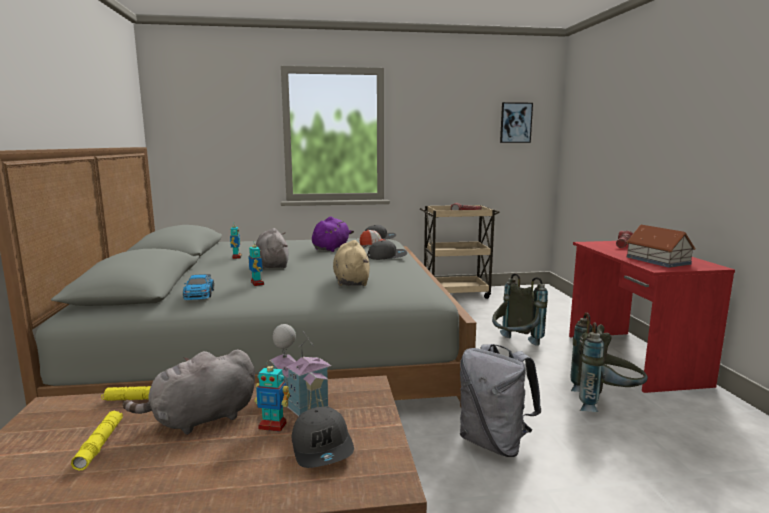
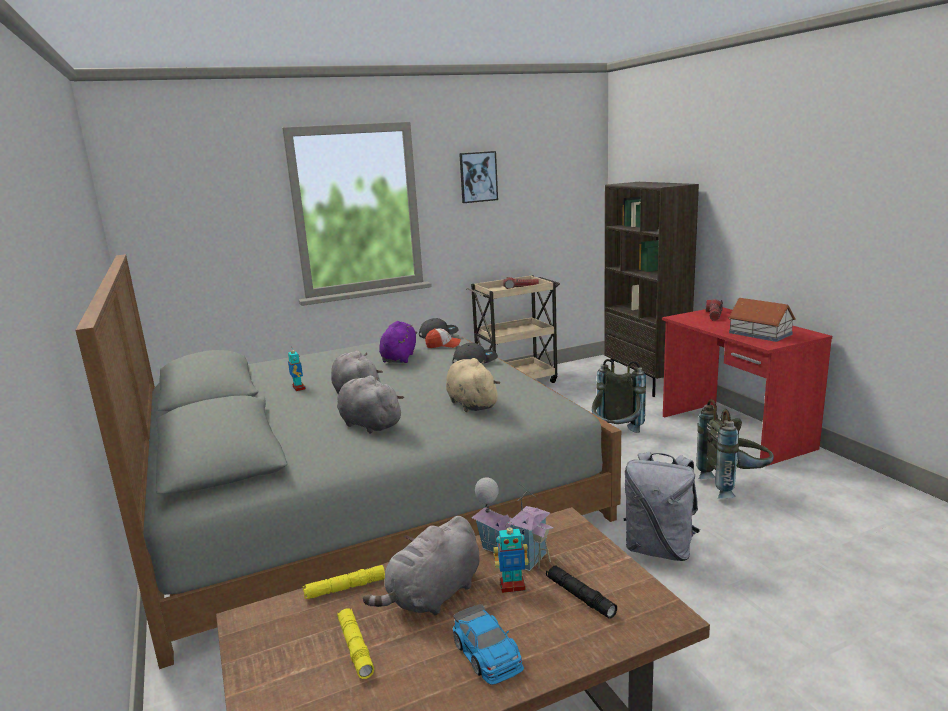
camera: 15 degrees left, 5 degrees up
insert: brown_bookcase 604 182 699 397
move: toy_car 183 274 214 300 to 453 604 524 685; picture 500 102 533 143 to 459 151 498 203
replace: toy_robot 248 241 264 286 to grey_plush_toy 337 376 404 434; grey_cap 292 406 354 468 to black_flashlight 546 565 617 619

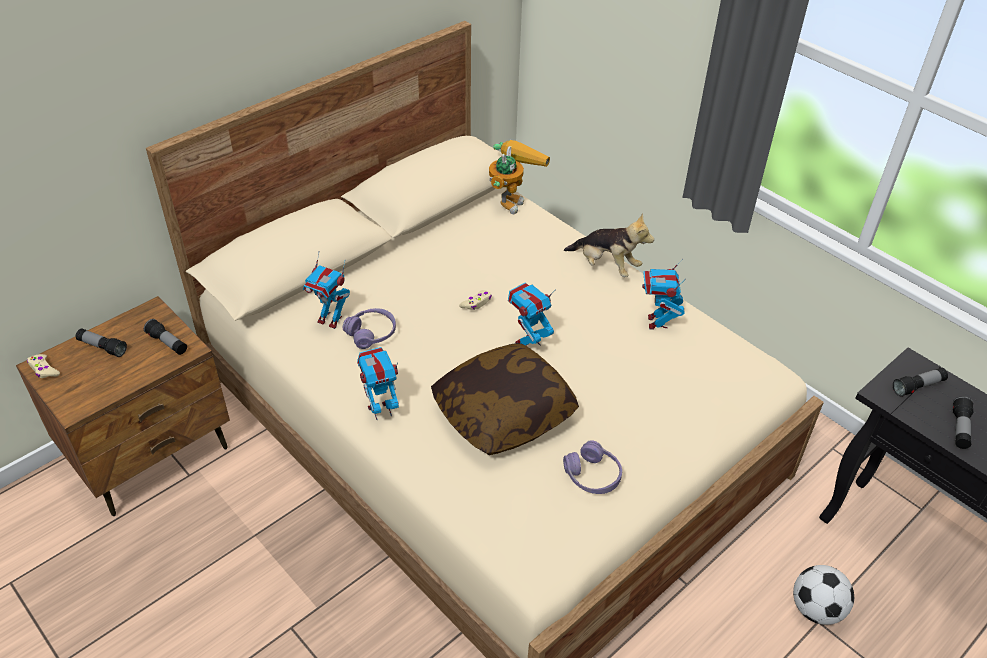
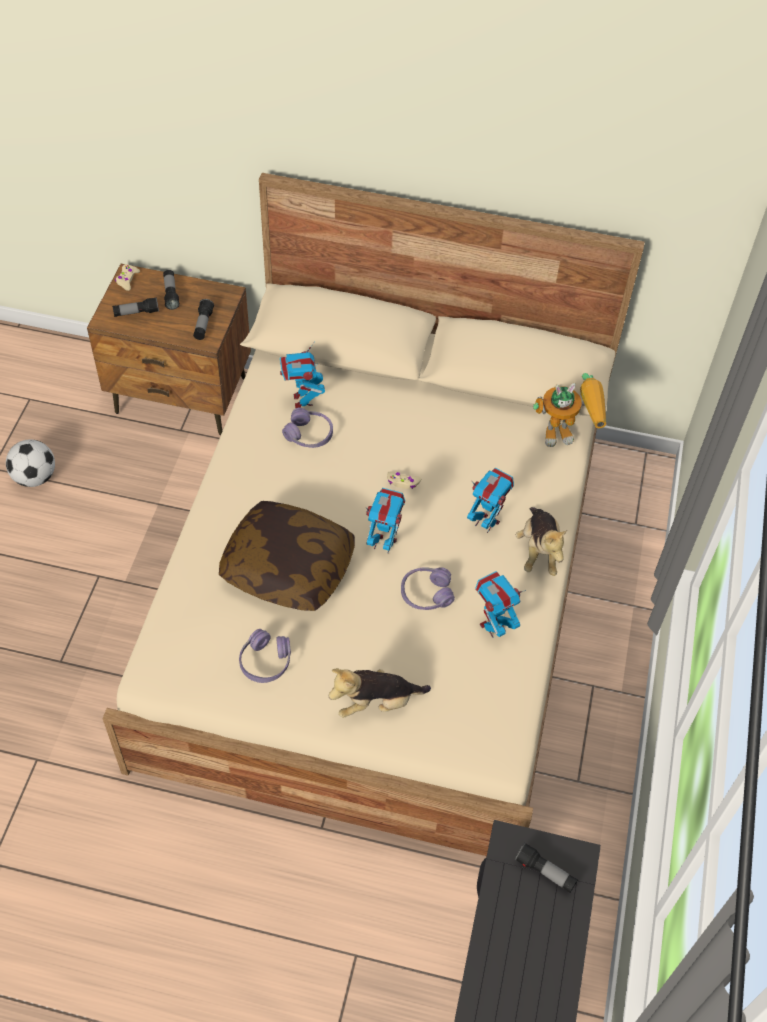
camera: 55 degrees right, 10 degrees up
insert: plush_toy 329 668 431 718; purple_headphones 401 567 455 610
move: football 793 565 854 625 to 6 439 55 487; flashlight 953 396 974 449 to 112 297 159 317; toy_robot 357 347 399 420 to 467 468 514 533

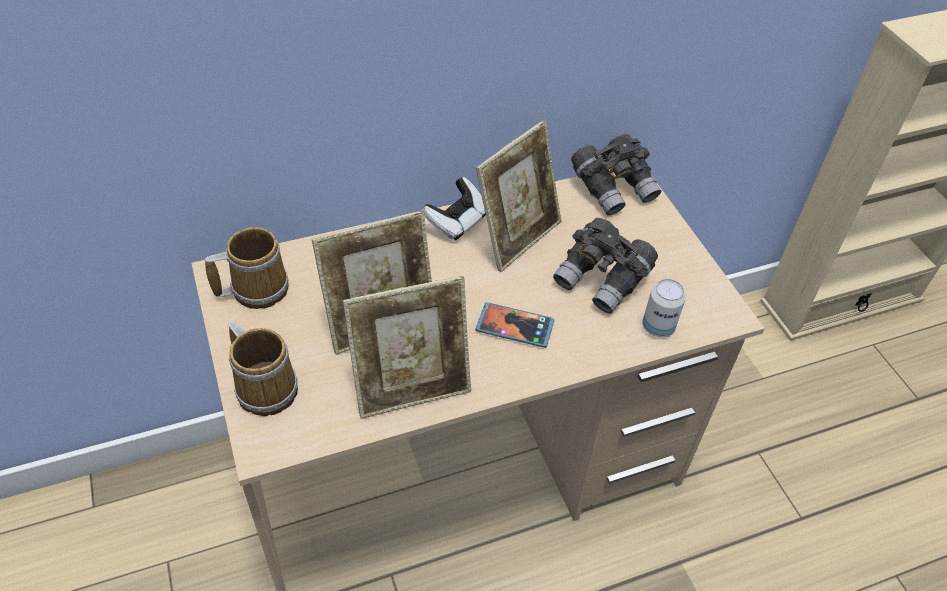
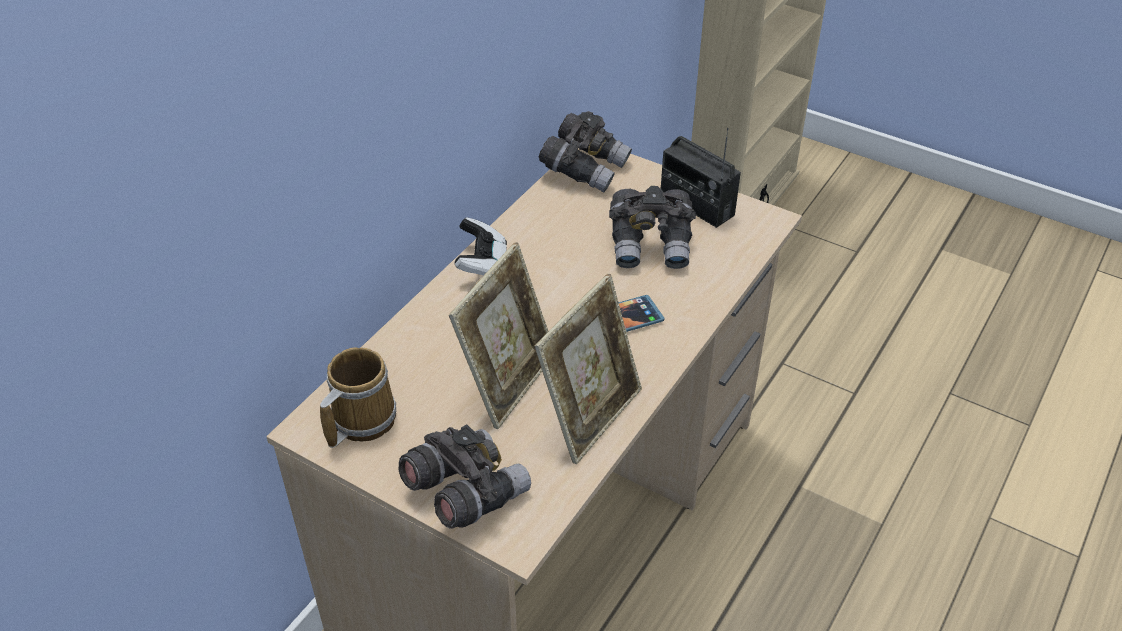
camera: 35 degrees left, 5 degrees down
delete: picture_frame 476 120 562 272; can 642 279 686 337
insert: radio 661 128 741 228
replace: mug 229 321 298 416 to grey_binoculars 398 424 531 529

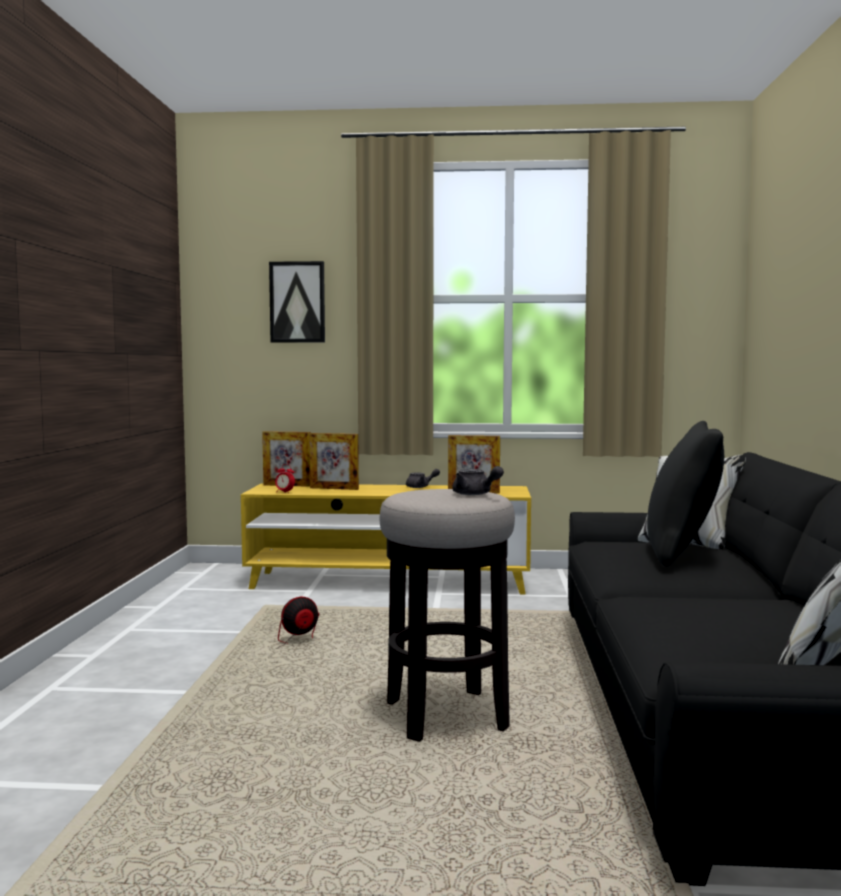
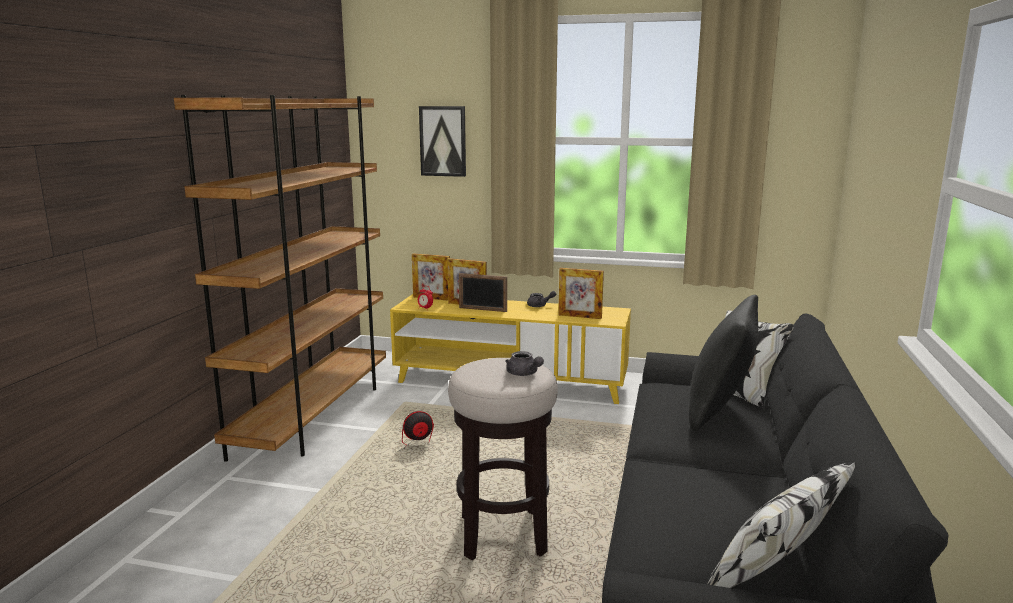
camera: 10 degrees right, 10 degrees up
insert: brown_bookcase 174 95 386 462; picture_frame 459 273 507 312

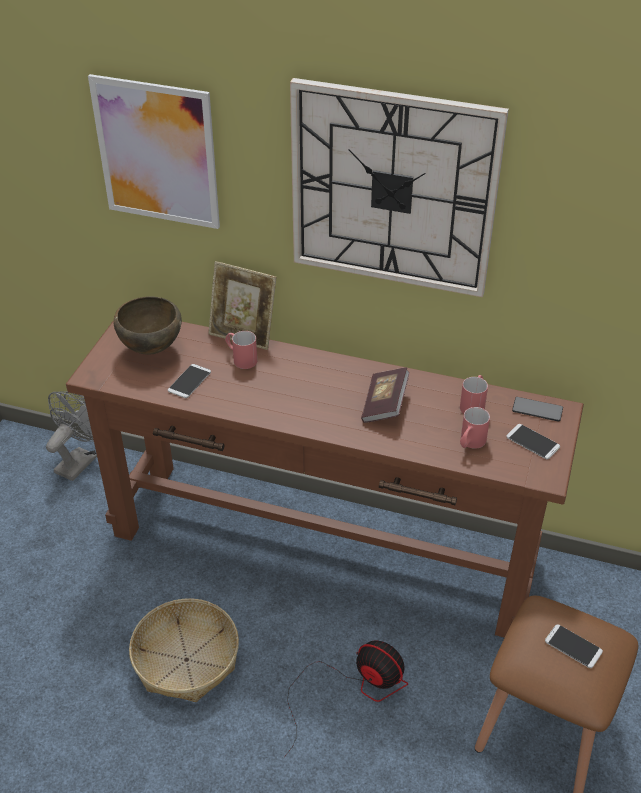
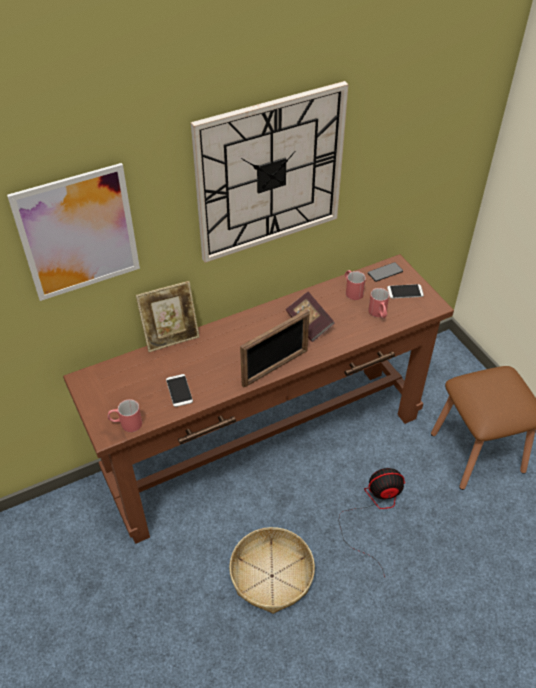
camera: 45 degrees left, 5 degrees up
delete: grey_fan 46 391 97 481; brown_bowl 114 296 182 355; phone 545 624 603 668
insert: picture_frame 240 309 310 387
move: red_mug 225 331 257 369 to 108 399 142 432

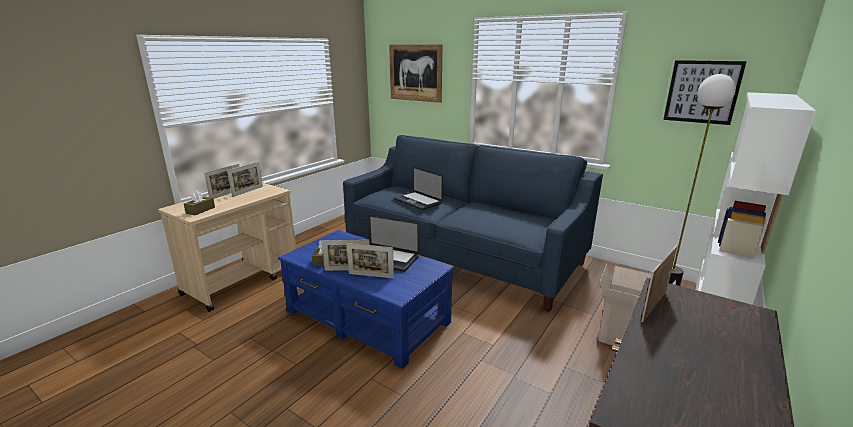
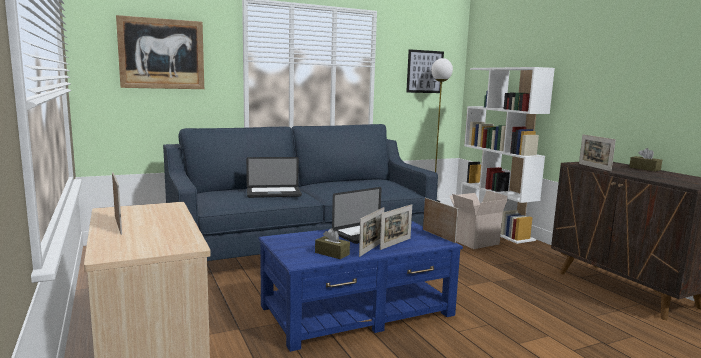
camera: 60 degrees left, 10 degrees down
move: picture_frame 227 162 263 197 to 423 198 458 243; brown_tissue_box 184 191 215 215 to 629 148 662 171

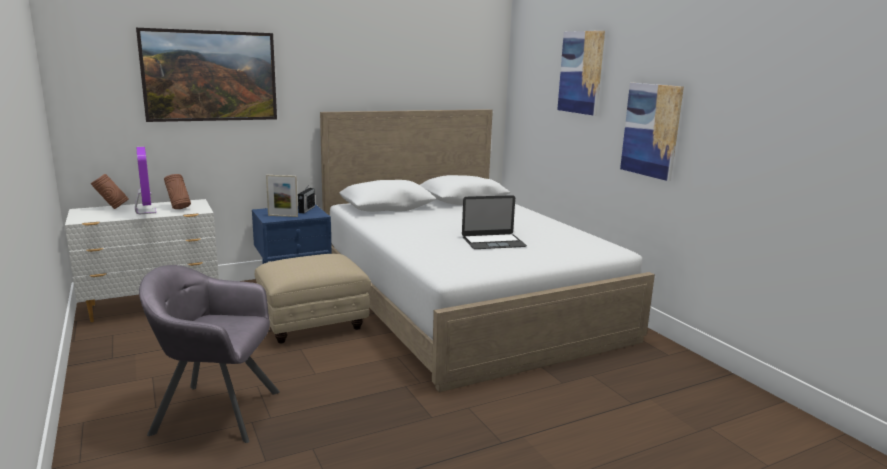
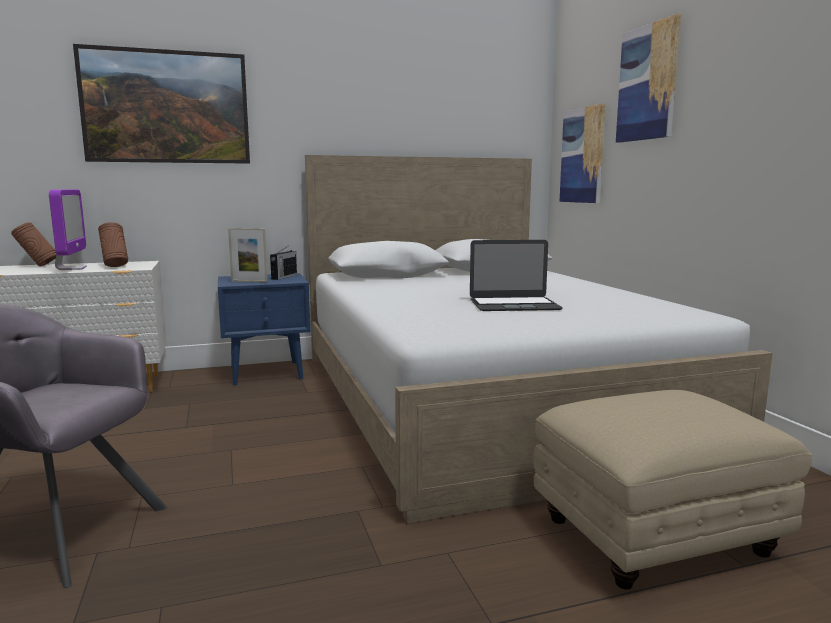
camera: 10 degrees right, 5 degrees down
move: beige_ottoman 255 254 371 344 to 533 390 812 590; picture 620 83 684 181 to 559 103 606 203

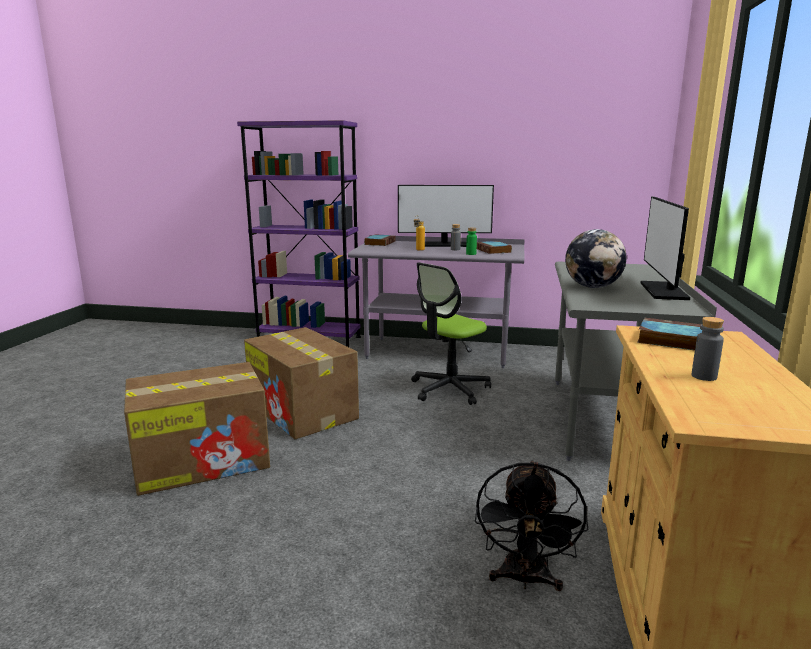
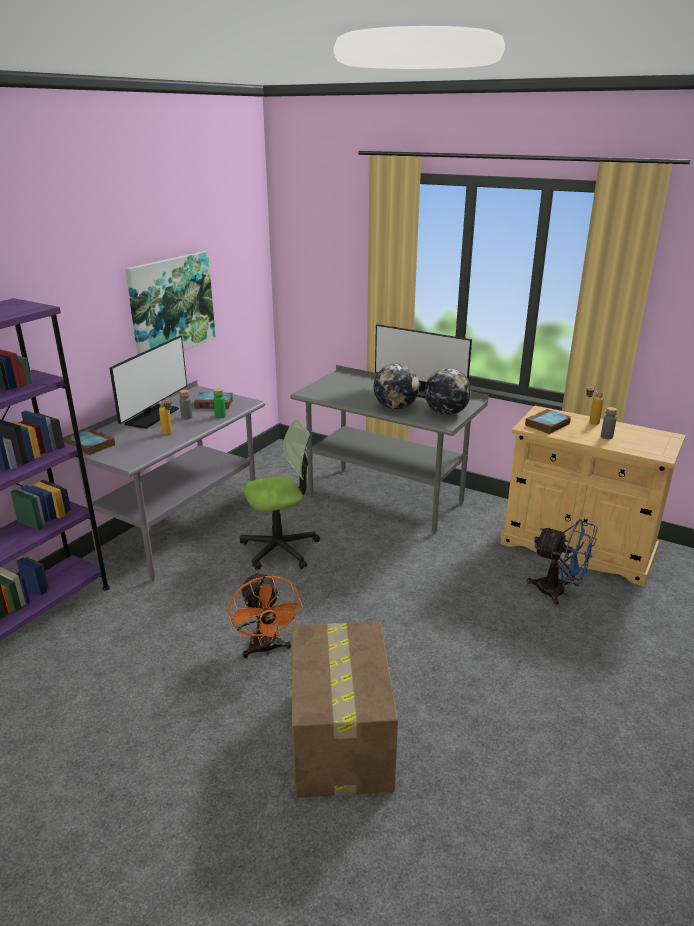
camera: 70 degrees left, 10 degrees up
insert: picture 125 251 216 355; globe 424 368 471 415; bottle 586 385 604 425
replace: cardboard_box 244 327 359 439 to orange_fan 228 572 303 658
recolor: black_fan 475 461 589 591 to blue_fan 527 519 597 605
rotate: office_chair 411 262 491 405 = 240 419 320 570 90 degrees counterclockwise

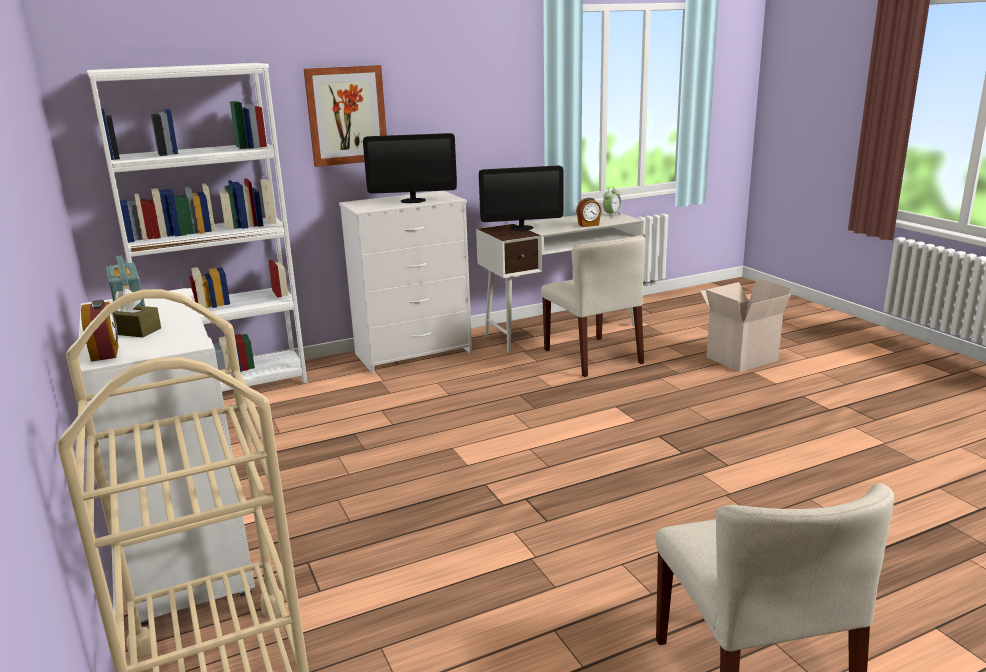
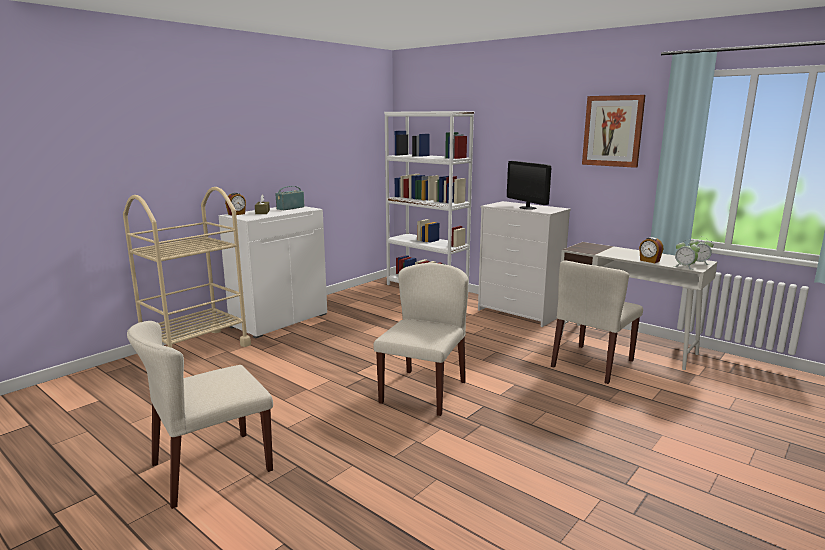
camera: 65 degrees right, 5 degrees down
delete: monitor 479 165 563 231; cardboard_box 700 278 791 372
insert: beige_chair 373 263 468 416; alarm_clock 674 242 700 270
move: picture 304 65 387 167 to 582 95 646 168

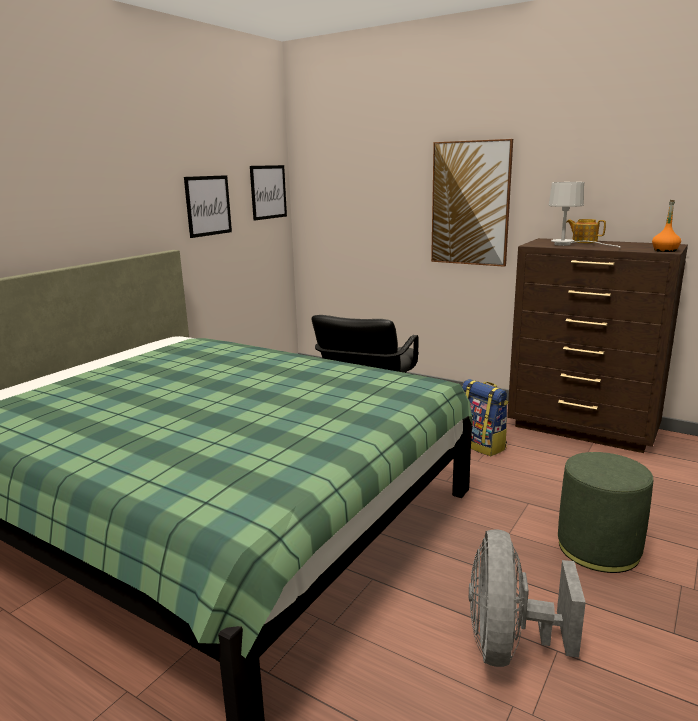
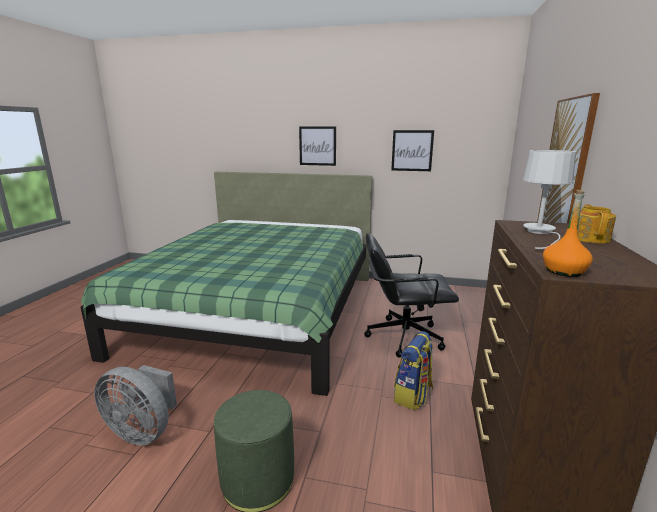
camera: 70 degrees right, 0 degrees up
move: picture 250 165 287 221 to 299 126 336 166
rotate: grey_fan 469 529 586 667 = 94 365 177 445 150 degrees counterclockwise

